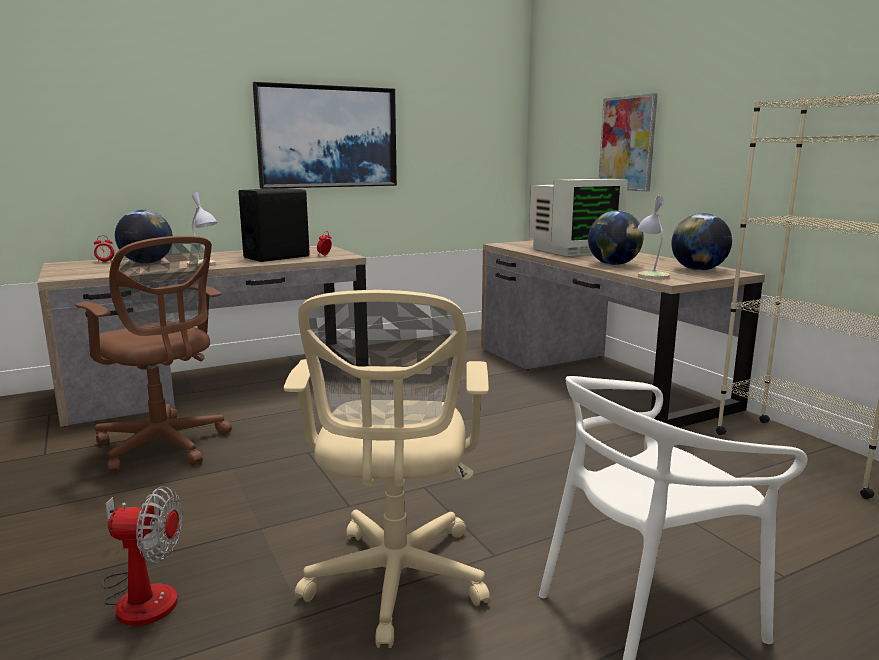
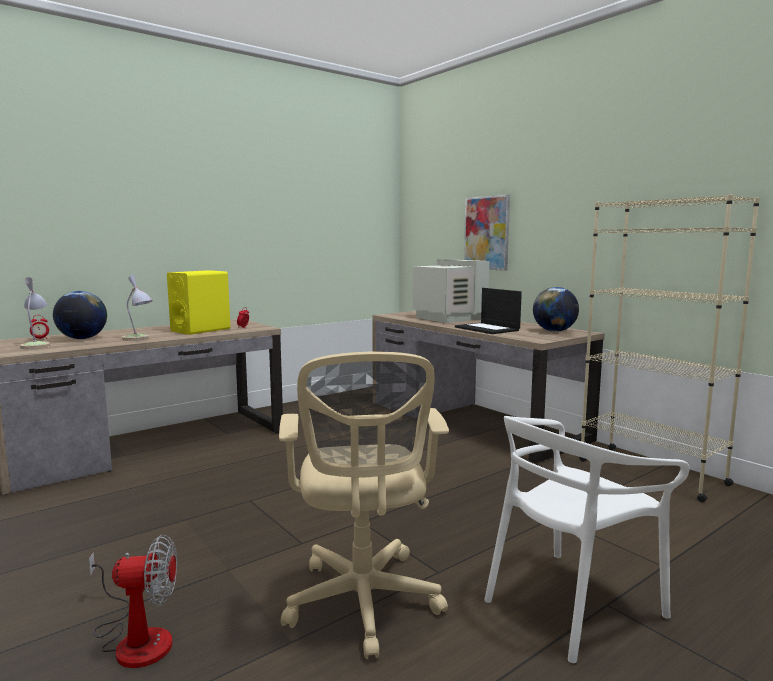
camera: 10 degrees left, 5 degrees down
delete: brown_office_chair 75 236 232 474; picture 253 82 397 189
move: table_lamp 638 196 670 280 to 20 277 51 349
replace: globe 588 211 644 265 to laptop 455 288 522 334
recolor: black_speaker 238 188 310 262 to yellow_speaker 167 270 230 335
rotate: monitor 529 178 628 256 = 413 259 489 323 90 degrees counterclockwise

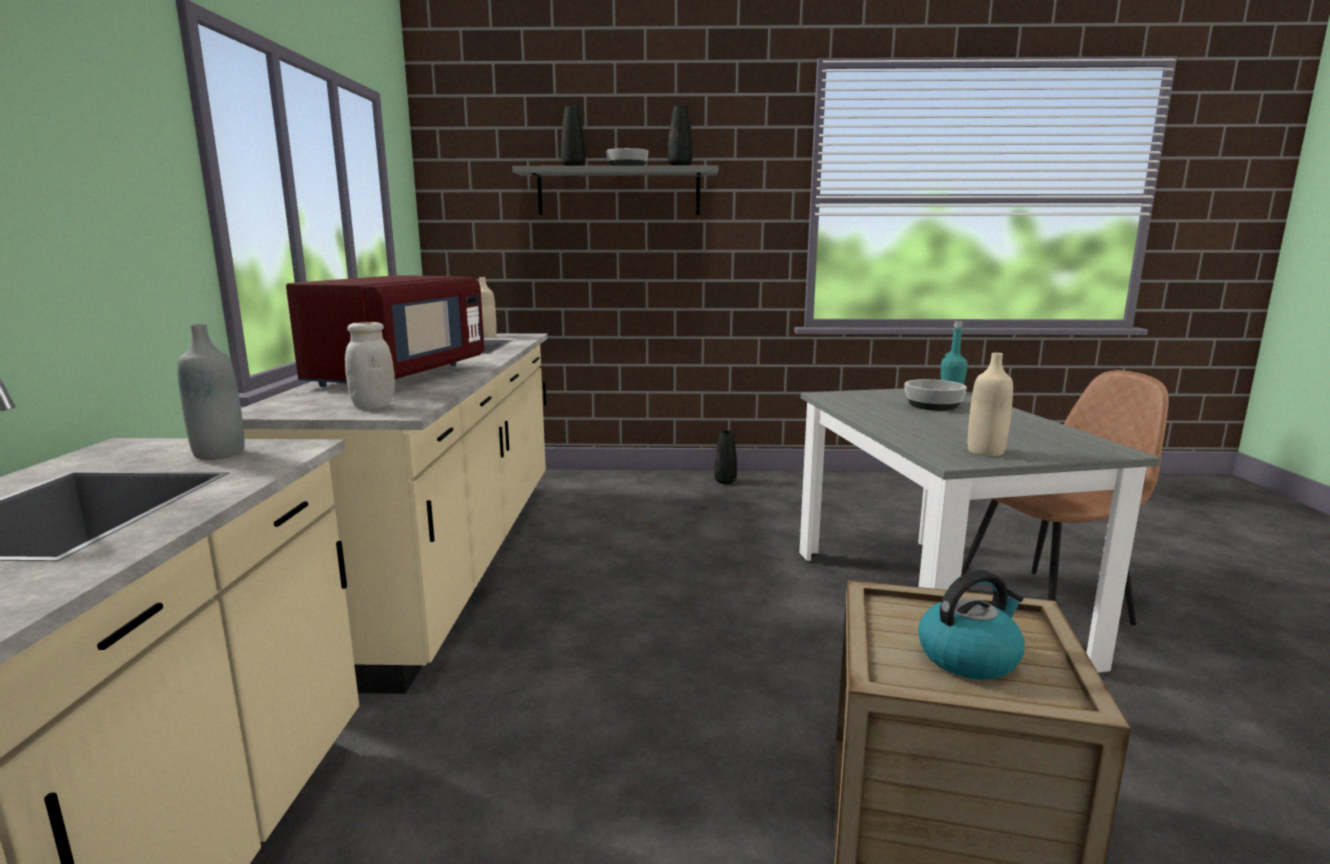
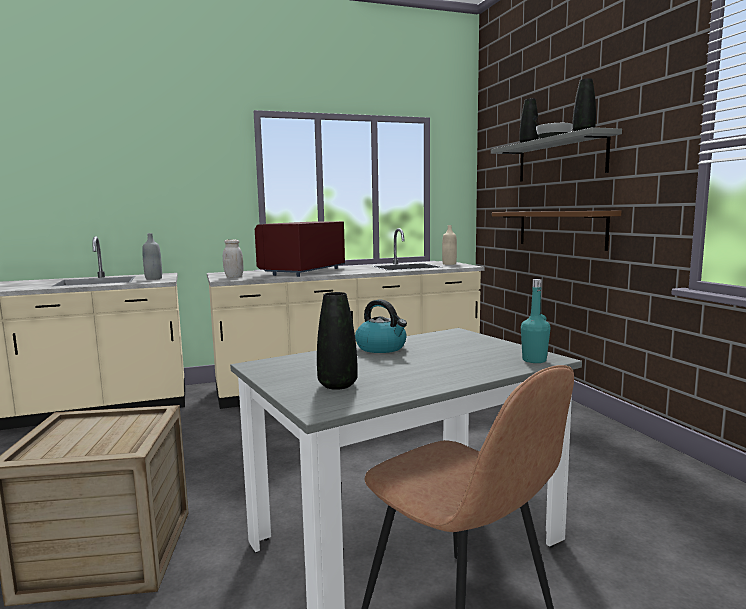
camera: 70 degrees right, 5 degrees down
delete: bowl 905 379 967 411; beige_bottle 968 353 1013 456
insert: brown_shelf 492 211 621 251
move: black_vase 714 430 737 484 to 317 292 358 390; kettle 918 570 1025 680 to 355 300 407 353
rotate: red_microwave 286 275 484 387 = 255 221 345 277 120 degrees clockwise

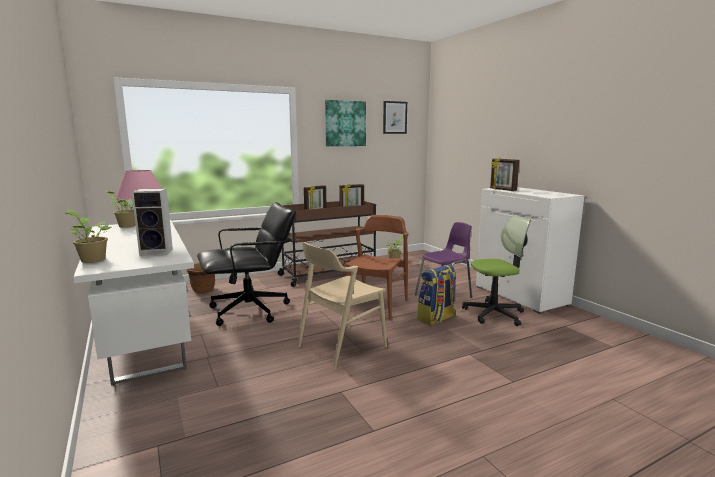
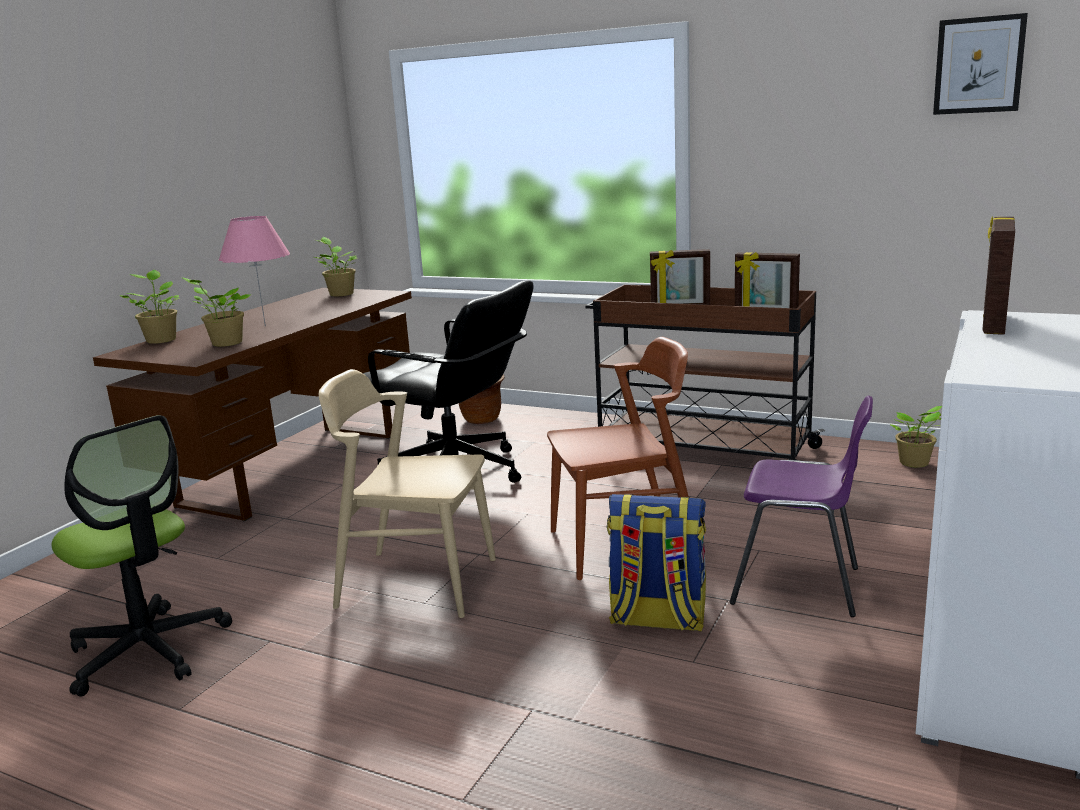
camera: 55 degrees right, 5 degrees up
delete: picture 325 100 366 146
move: office_chair 462 215 530 326 to 52 415 232 697
replace: speaker 132 188 173 256 to potted_plant 181 277 251 347
recolor: white_desk 73 220 194 386 to brown_desk 93 288 412 522

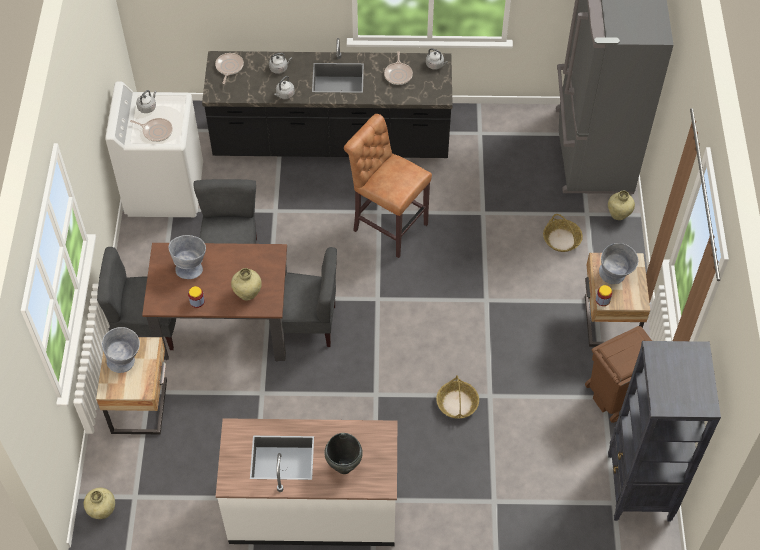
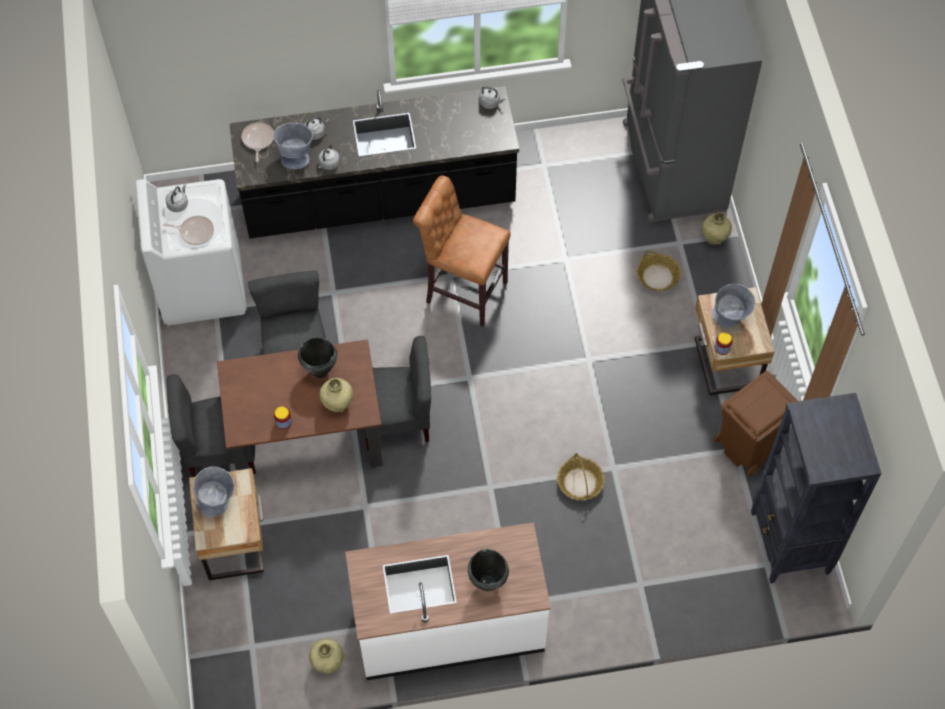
camera: 10 degrees left, 5 degrees up
delete: frying_pan 384 51 413 85
insert: black_cooking_pot 298 337 337 378
move: grey_bowl 169 235 206 279 to 273 123 313 169; beige_vase 84 488 115 519 to 309 639 343 674

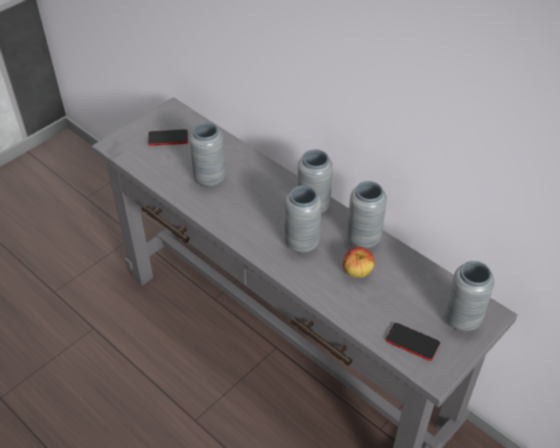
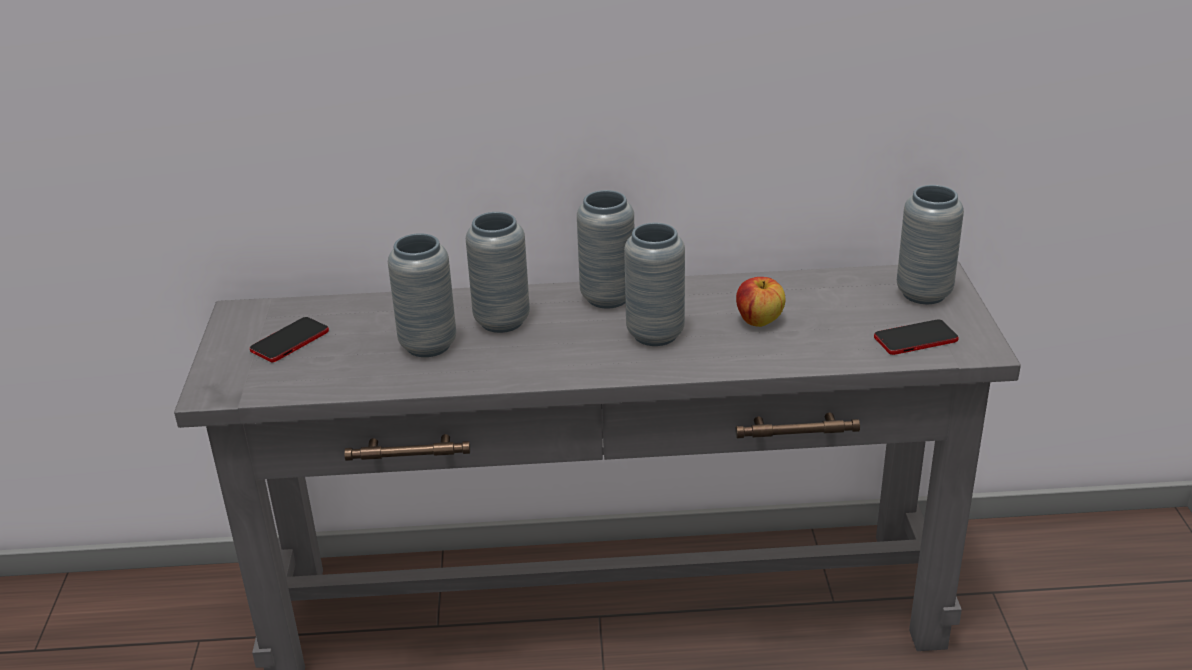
camera: 45 degrees left, 15 degrees down
move: grey_vase 347 181 387 249 to 466 212 530 333

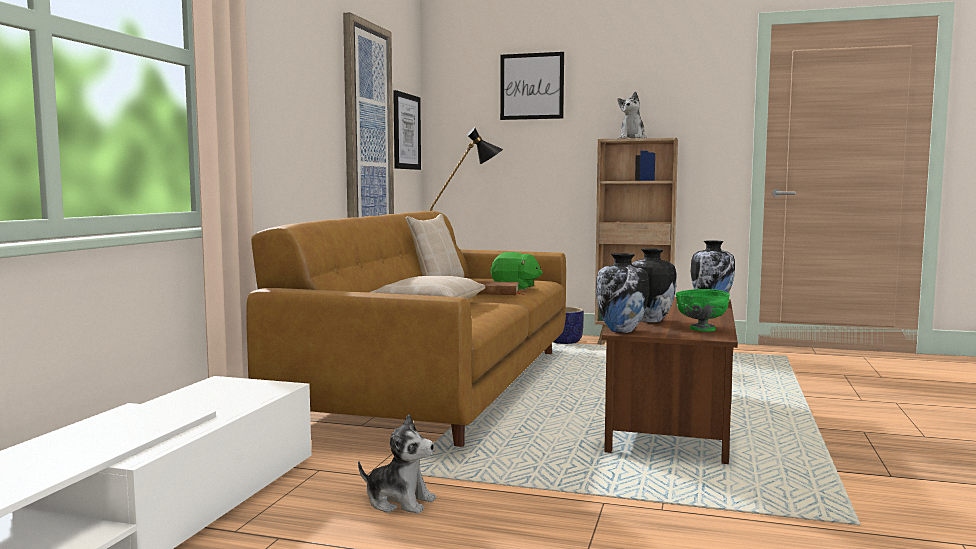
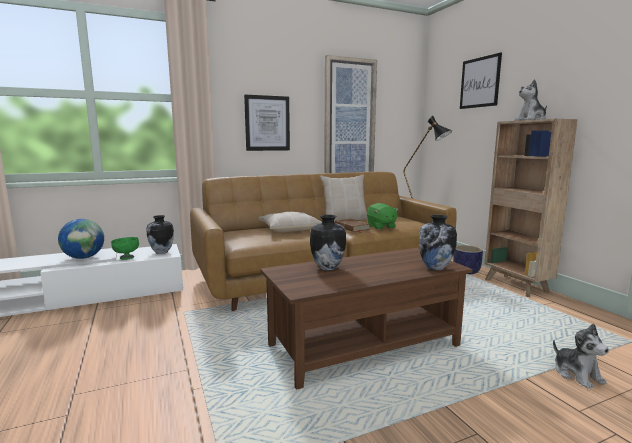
camera: 50 degrees right, 5 degrees up
insert: globe 58 219 104 259
move: green_bowl 676 289 730 332 to 111 237 139 260; vase 596 253 649 333 to 146 215 174 254; picture 393 90 421 170 to 244 95 290 151; plush_toy 358 414 436 514 to 553 323 609 389

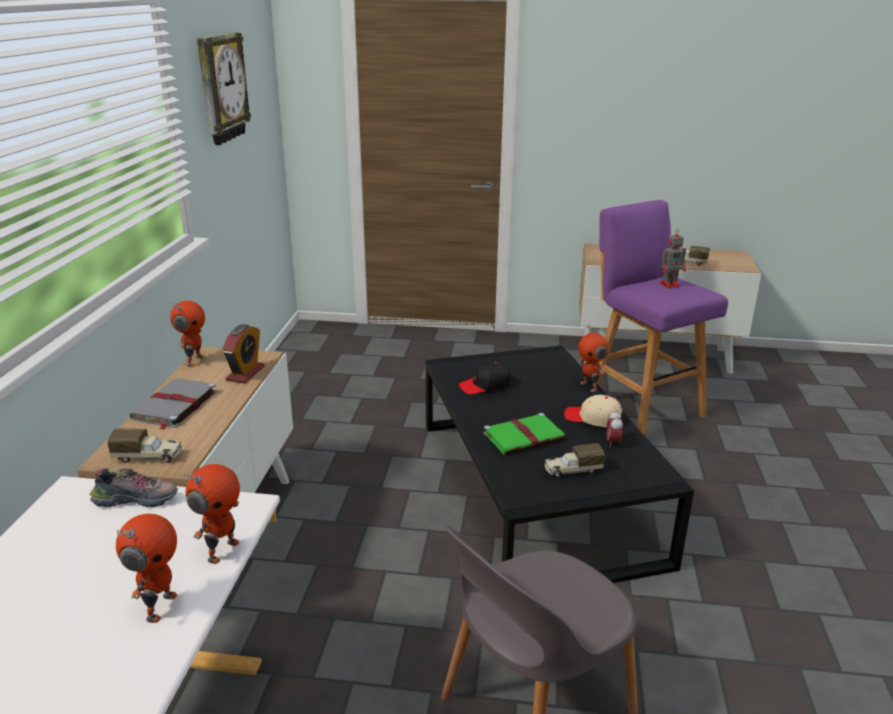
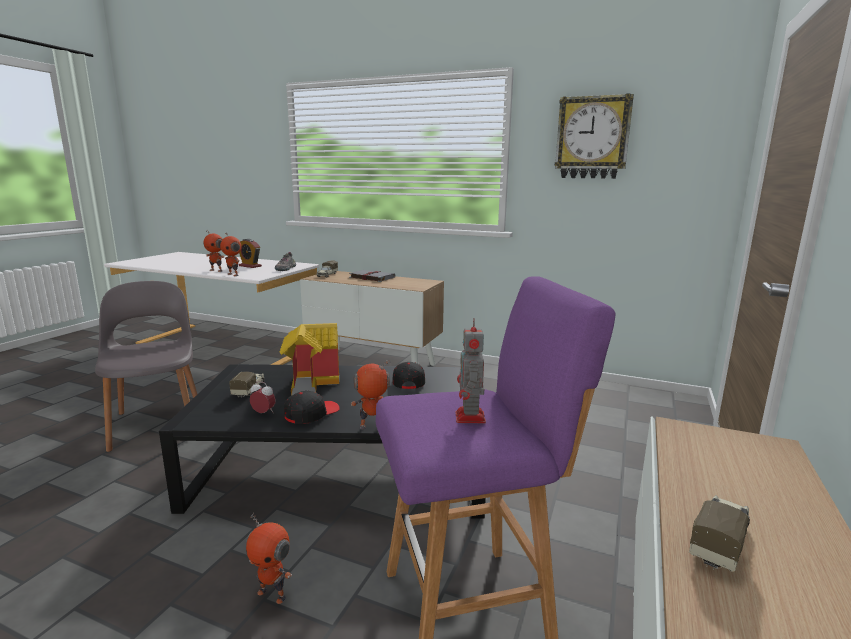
camera: 105 degrees right, 10 degrees down
move: alarm_clock 222 324 265 384 to 238 239 262 268; toy_robot 170 301 205 367 to 246 513 292 604
replace: green_book 484 413 566 455 to toy_house 279 323 339 396
recolor: beige_cap 564 395 622 427 to black_cap 284 391 340 424

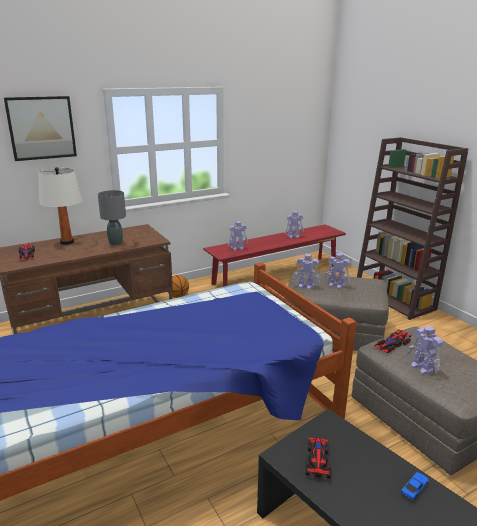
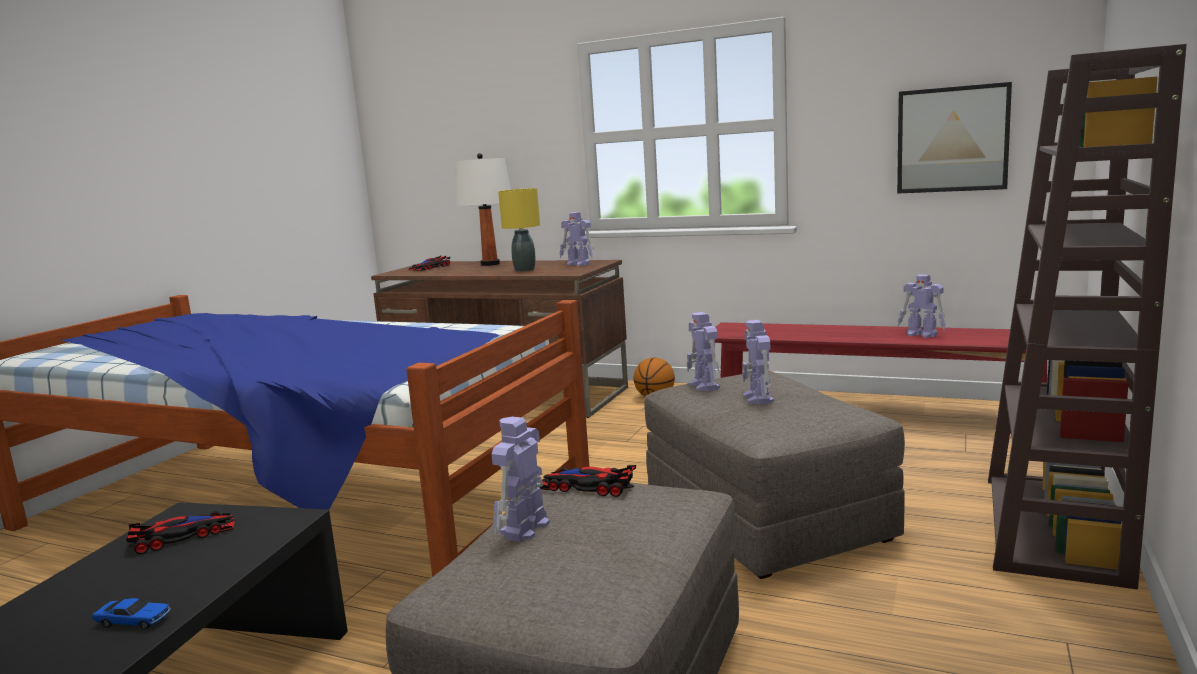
camera: 55 degrees right, 10 degrees down
move: toy_robot 228 221 248 250 to 559 212 594 266; picture 4 96 77 161 to 897 82 1012 194
recolor: grey_table_lamp 98 190 126 246 to yellow_table_lamp 498 188 540 272

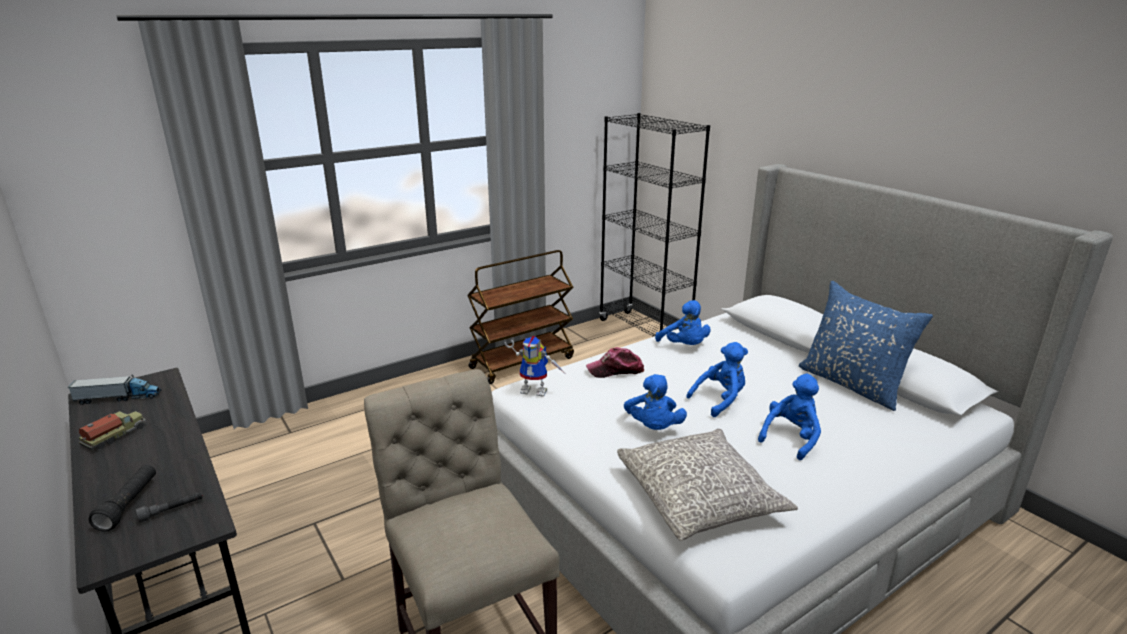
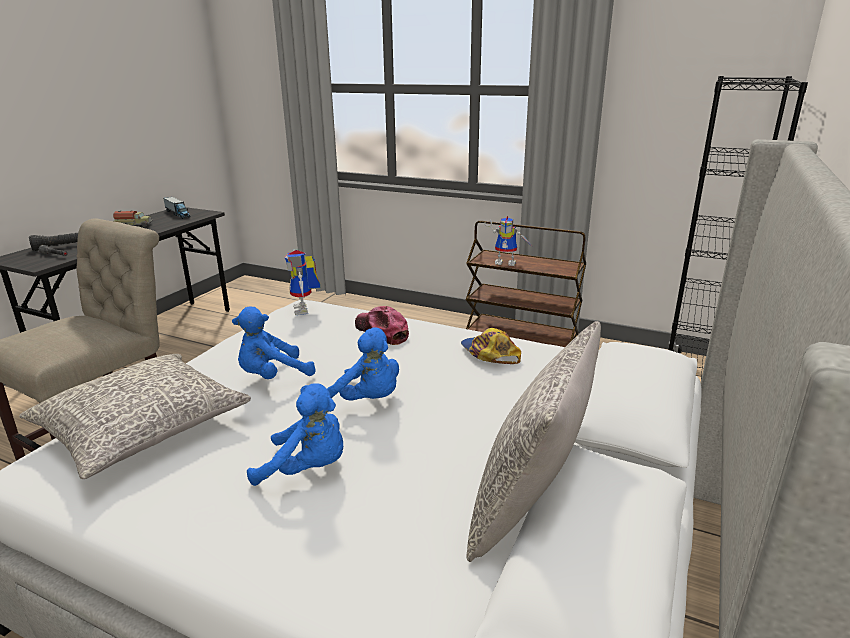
camera: 60 degrees right, 0 degrees up
insert: toy_robot 484 216 532 266
replace: blue_plush_toy 655 300 711 345 to cap 461 328 521 364
recolor: blue_pillow 799 281 933 411 to grey_pillow 467 321 601 562

